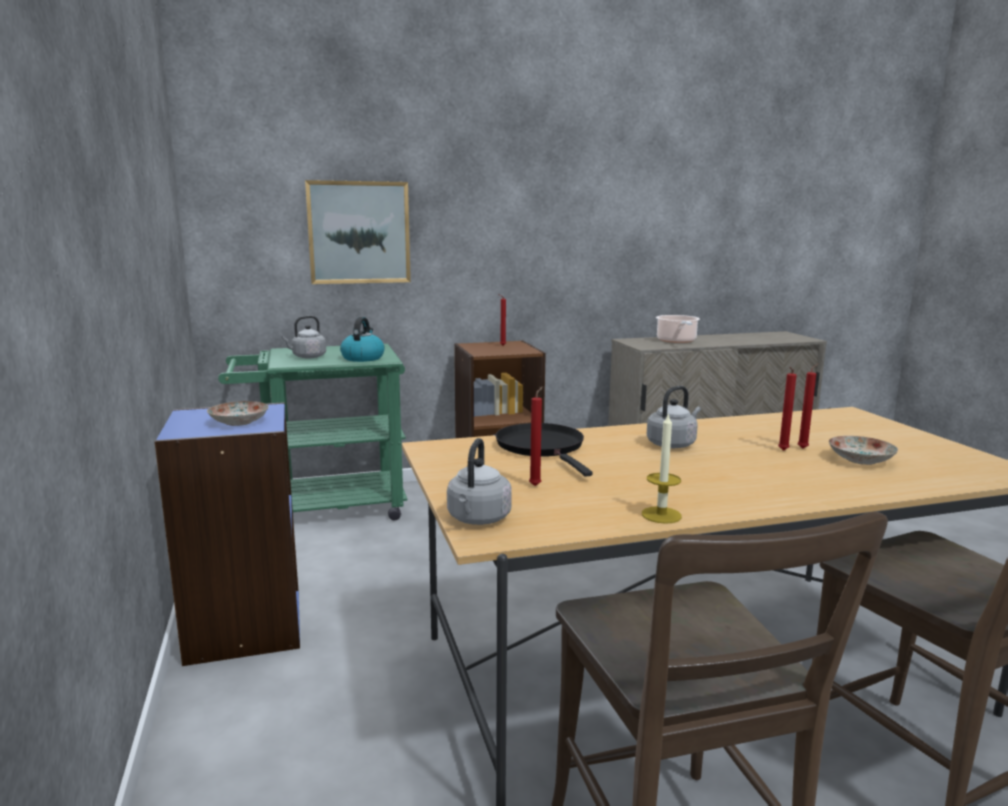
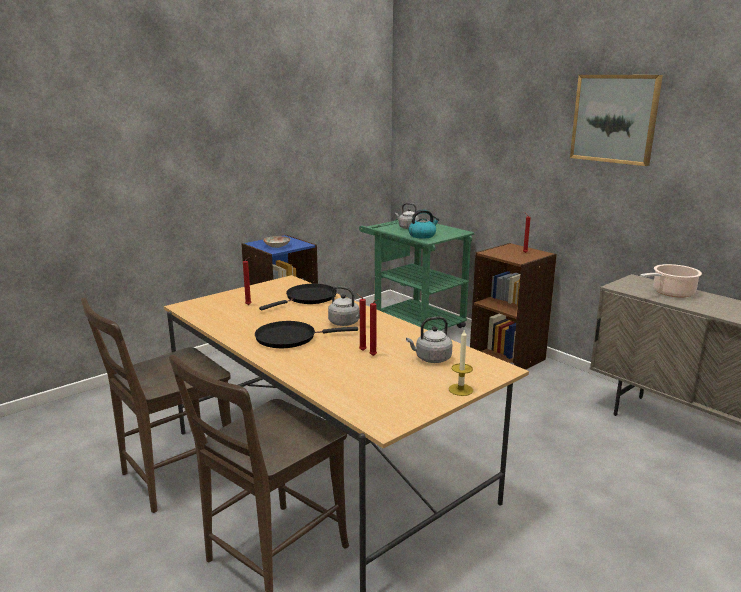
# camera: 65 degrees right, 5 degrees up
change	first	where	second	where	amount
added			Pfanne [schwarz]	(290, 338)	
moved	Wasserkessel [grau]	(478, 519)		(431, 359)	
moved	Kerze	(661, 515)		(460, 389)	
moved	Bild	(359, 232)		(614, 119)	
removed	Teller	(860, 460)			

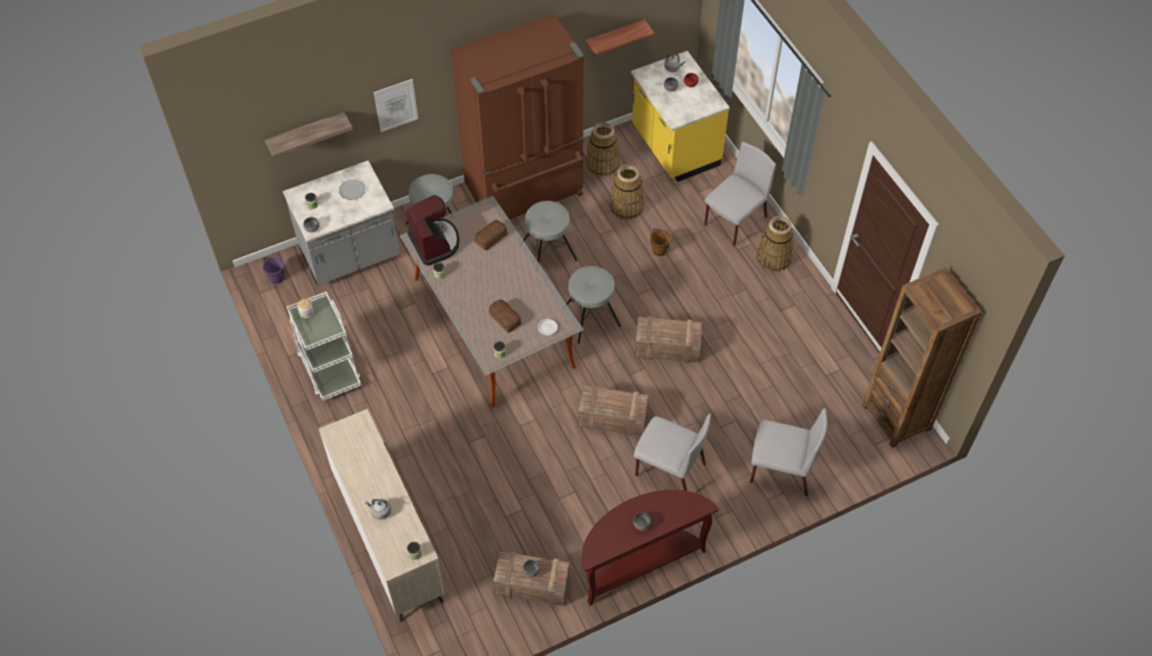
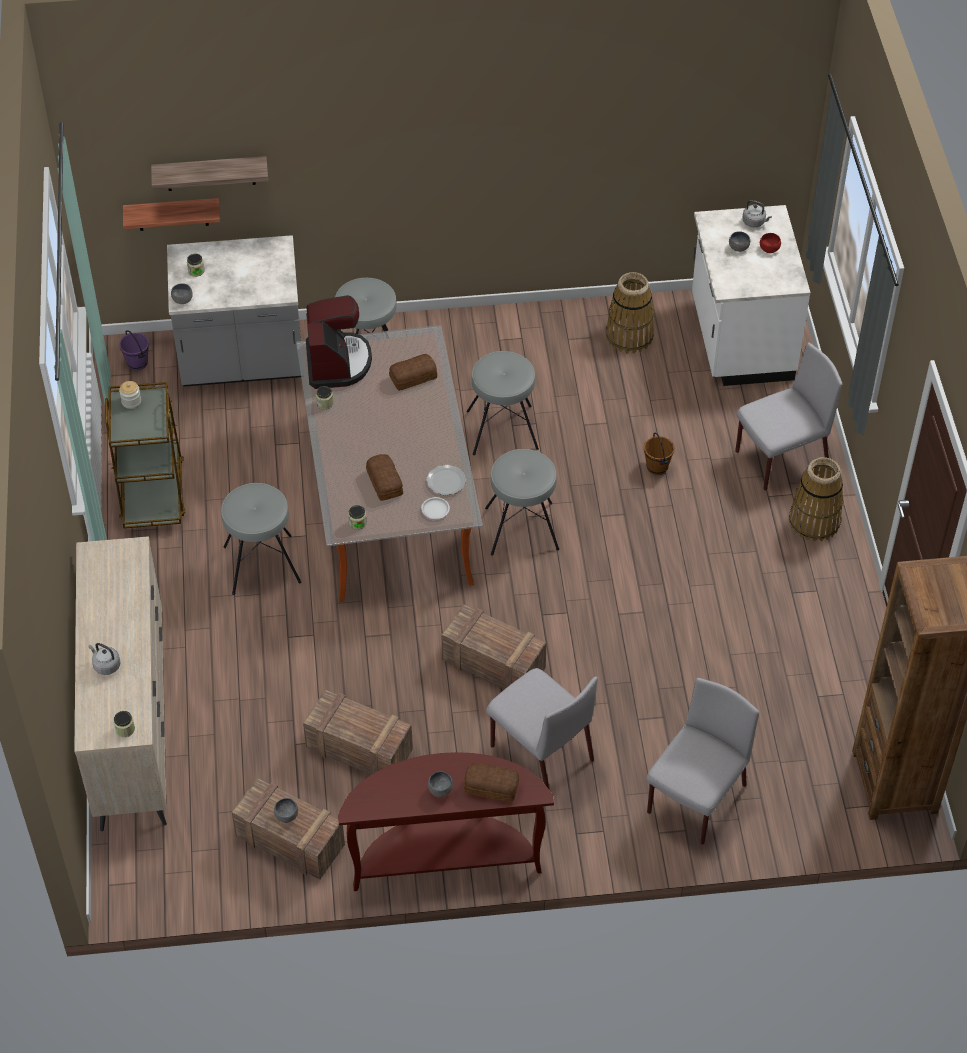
# camera: 20 degrees right, 5 degrees down
change	first	where	second	where	amount
recoloured	Rollwagen [weiß]	(329, 368)	Rollwagen [braun]	(153, 492)	
moved	Wandregal	(614, 38)		(172, 214)	
added			Hocker [grau]	(261, 564)	
moved	Kiste	(666, 348)		(357, 748)	
moved	Teller	(351, 190)		(445, 481)	
added			Brot	(491, 786)	
turned	Stuhl [grau]	(781, 470)		(695, 800)	90 degrees counterclockwise
recoloured	Küchenzeile [gelb]	(674, 147)	Küchenzeile [weiß]	(739, 340)	
removed	Bild	(396, 105)			
removed	Kühlschrank [braun]	(525, 191)			
removed	Korb	(626, 207)			

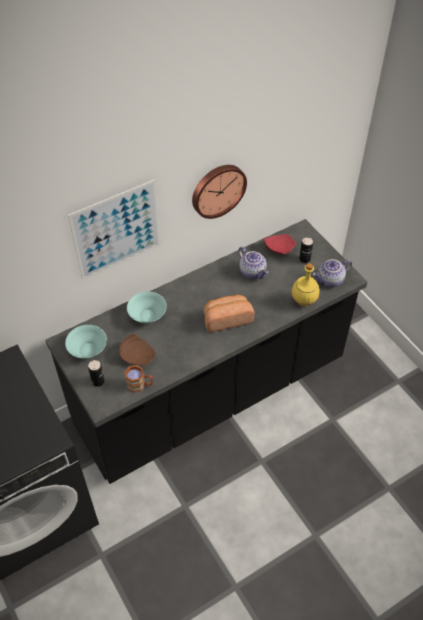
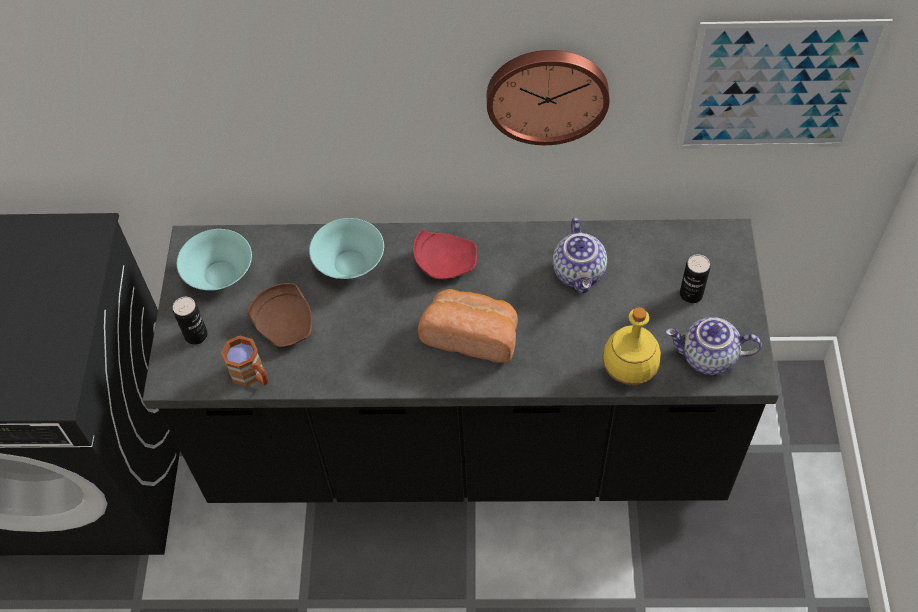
# camera: 35 degrees right, 5 degrees up
change	first	where	second	where	amount
moved	Teller [rot]	(278, 248)		(444, 261)	
moved	Bild	(117, 230)		(777, 87)	

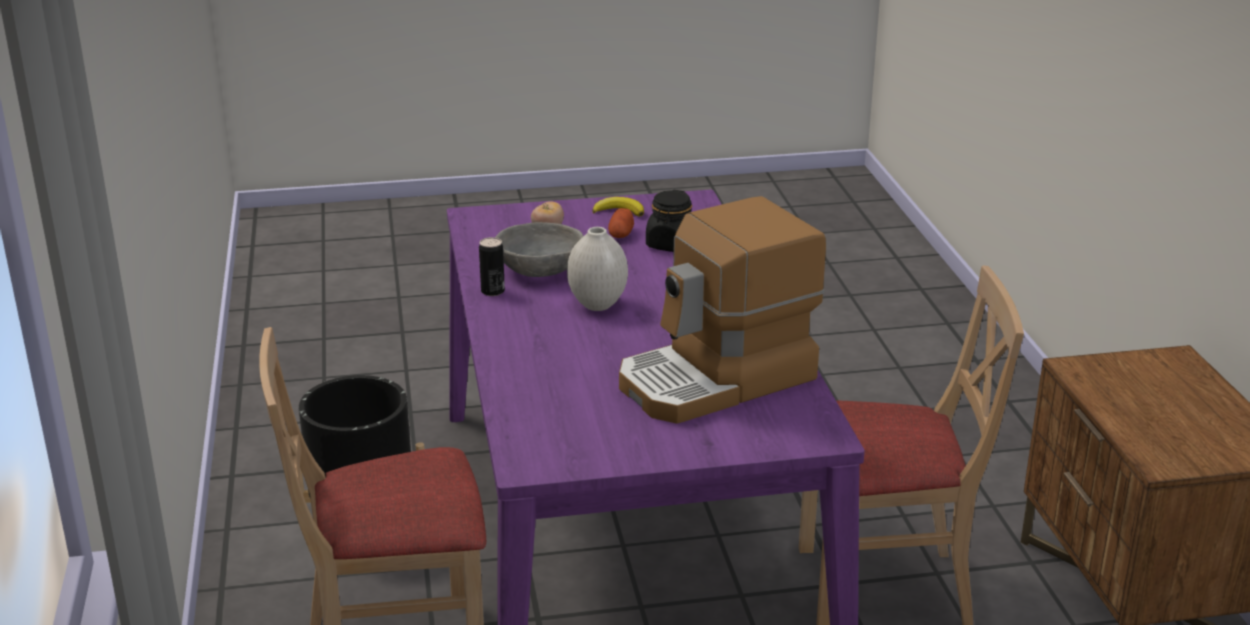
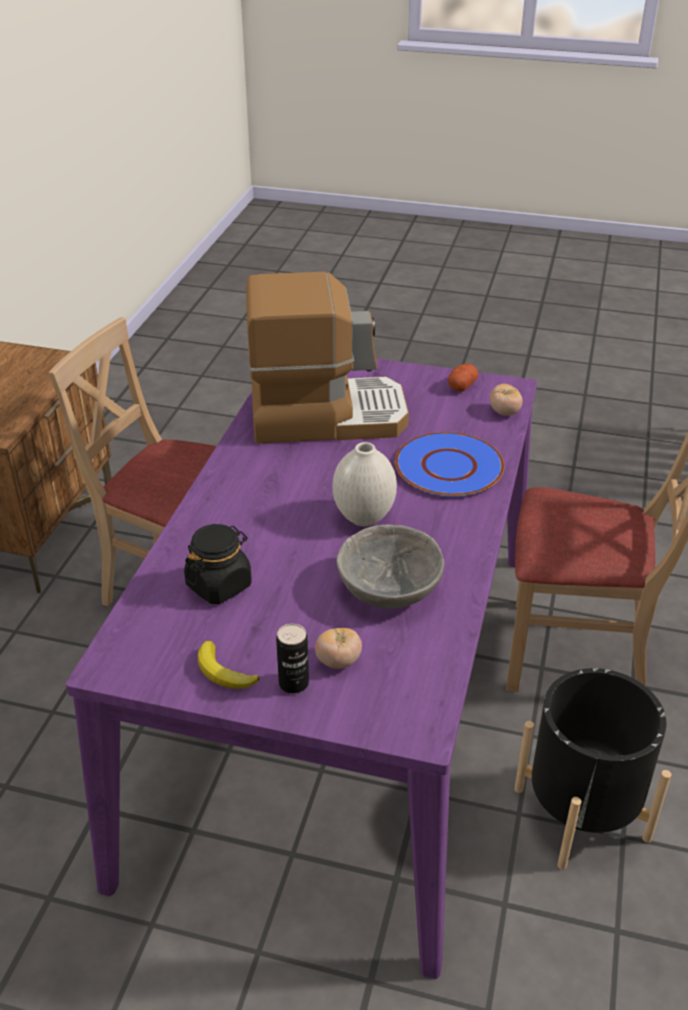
# camera: 155 degrees left, 10 degrees up
change	first	where	second	where	amount
moved	Dose	(492, 291)		(293, 683)	
added			Teller [blau]	(448, 466)	
moved	Kartoffel	(621, 234)		(462, 385)	
added			Tomate	(504, 412)	

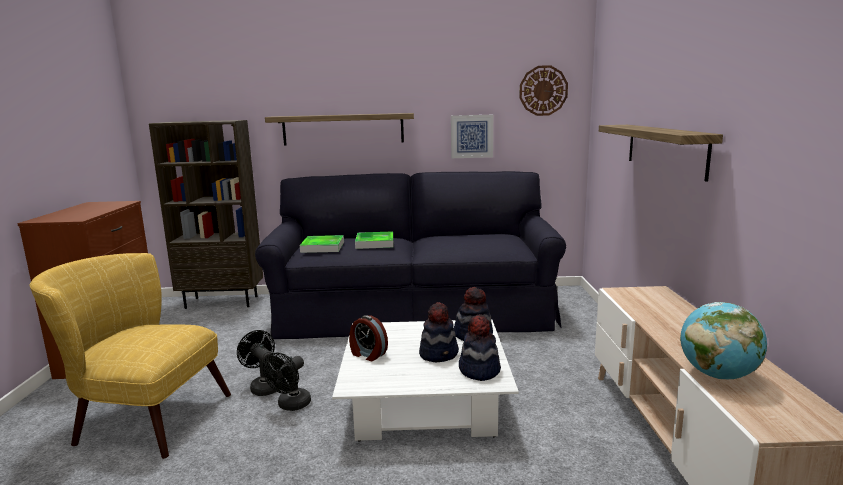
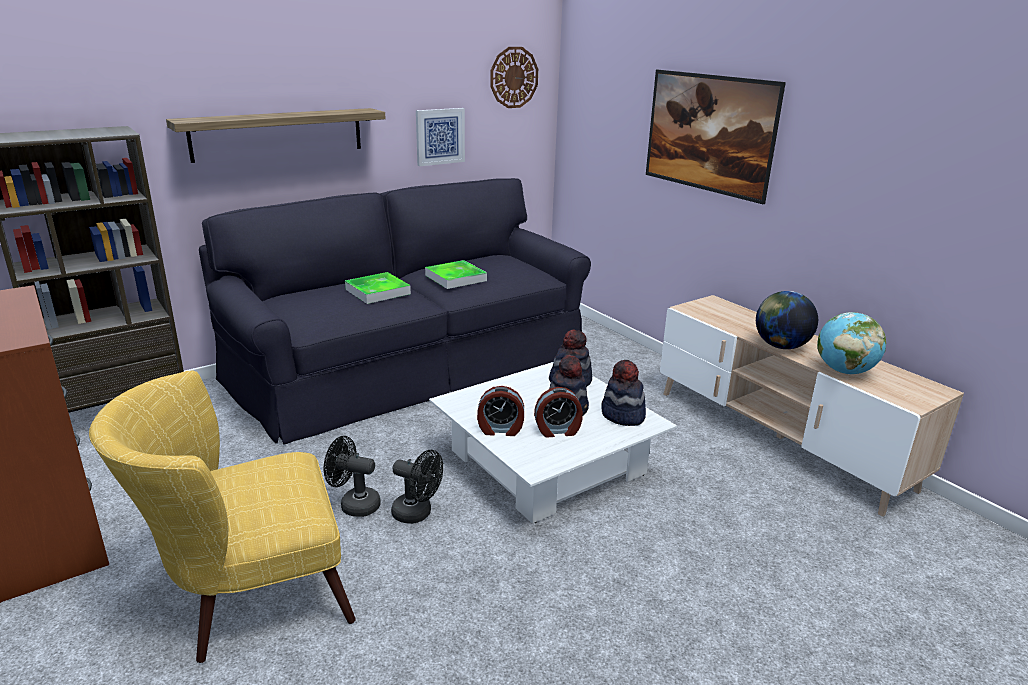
# camera: 35 degrees left, 10 degrees up
change	first	where	second	where	amount
turned	Ventilator [schwarz]	(291, 406)		(417, 514)	60 degrees counterclockwise
moved	Tablett	(322, 247)		(455, 278)	
added			Wecker	(557, 431)	
replaced	Wandregal	(665, 149)	Bild	(705, 161)	
added			Globus	(780, 346)	

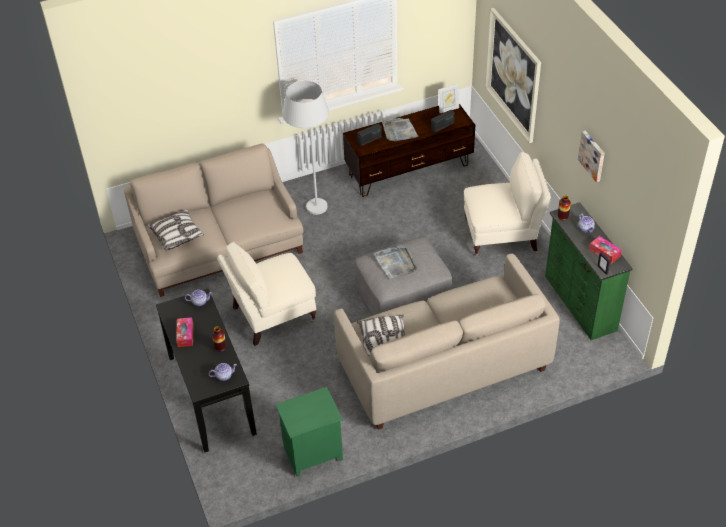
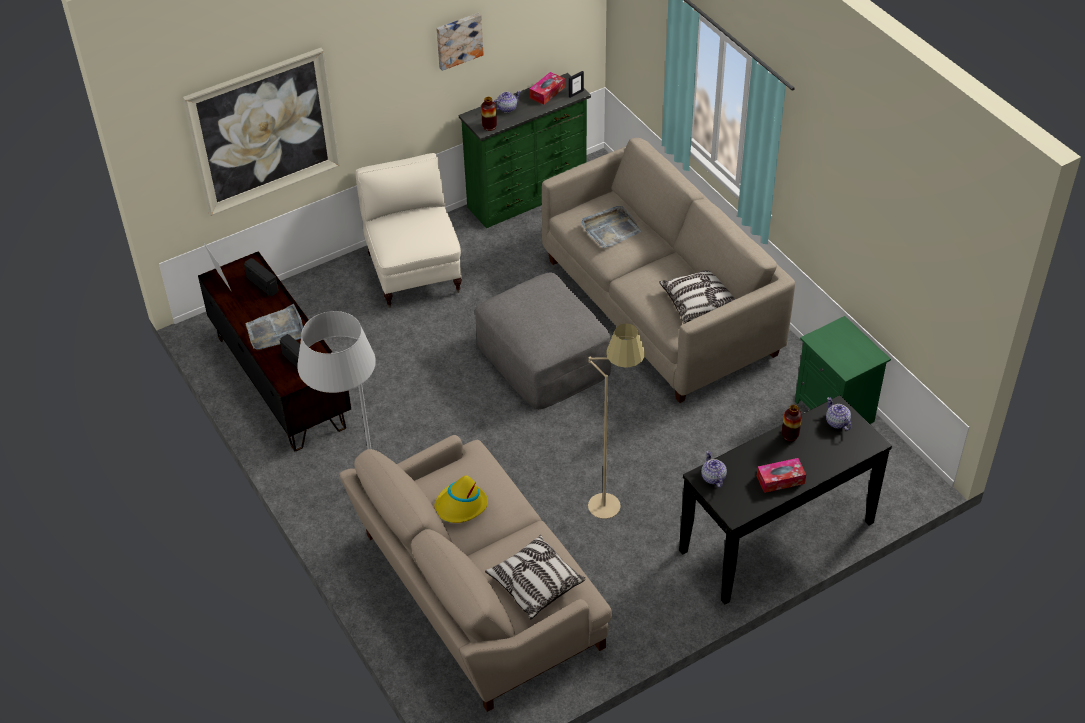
# camera: 100 degrees left, 0 degrees up
change	first	where	second	where	amount
added			Hut [gelb]	(461, 506)	
moved	Tablett [grau]	(396, 263)		(610, 229)	
replaced	Sessel [beige]	(271, 315)	Stehlampe [beige]	(612, 496)	

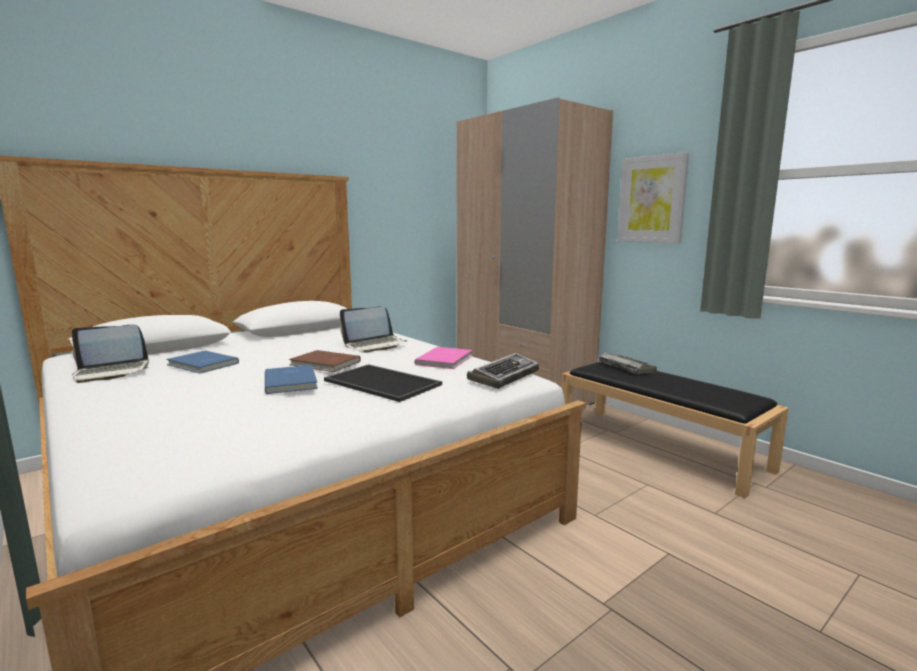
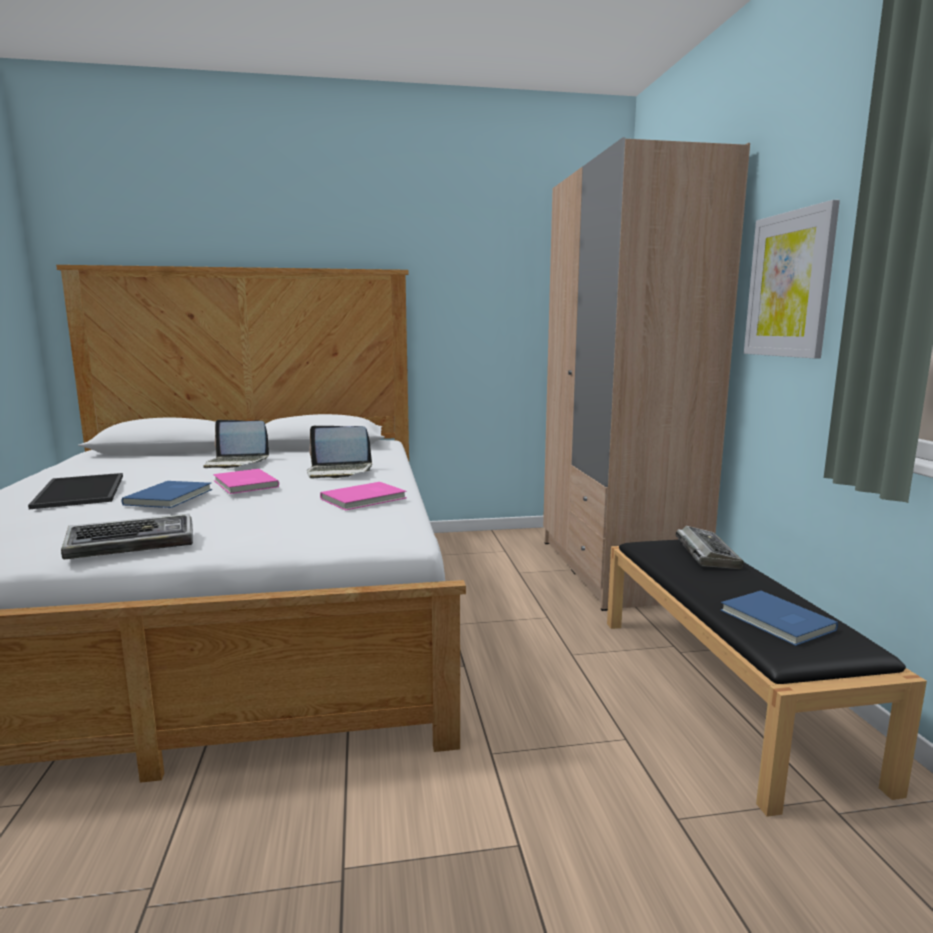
# camera: 30 degrees right, 0 degrees up
change	first	where	second	where	amount
moved	Tablett	(384, 382)		(82, 491)	
moved	Tastatur	(504, 376)		(134, 545)	
moved	Laptop	(112, 372)		(236, 463)	
recoloured	Buch [braun]	(325, 363)	Buch [rosa]	(244, 484)	
moved	Buch [blau]	(202, 364)		(776, 621)	

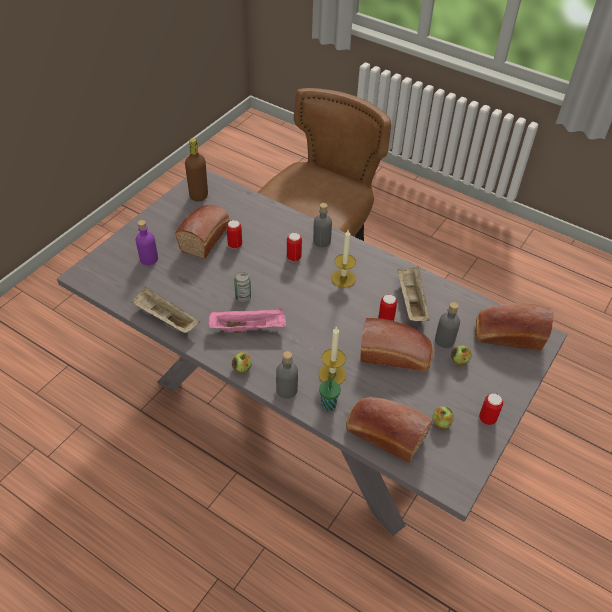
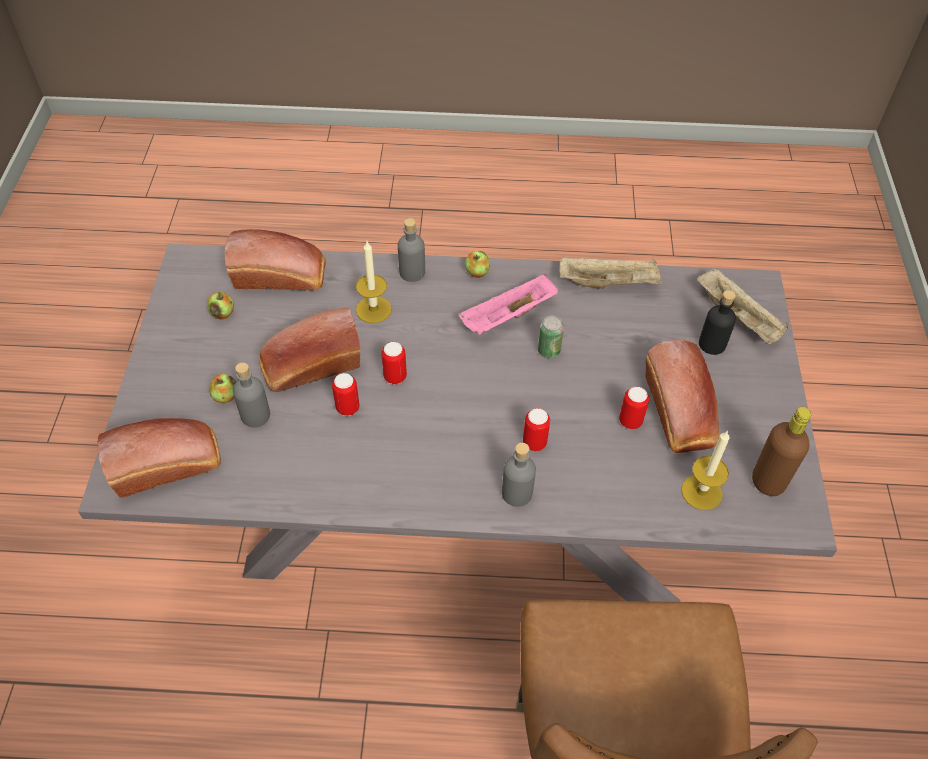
# camera: 150 degrees right, 5 degrees up
change	first	where	second	where	amount
moved	Dose	(487, 418)		(395, 377)	
moved	Kerze	(343, 278)		(701, 492)	
moved	Tablett [beige]	(411, 301)		(738, 318)	
recoloured	Flasche [lila]	(149, 259)	Flasche [schwarz]	(712, 344)	
removed	Tasse [grün]	(328, 404)			

